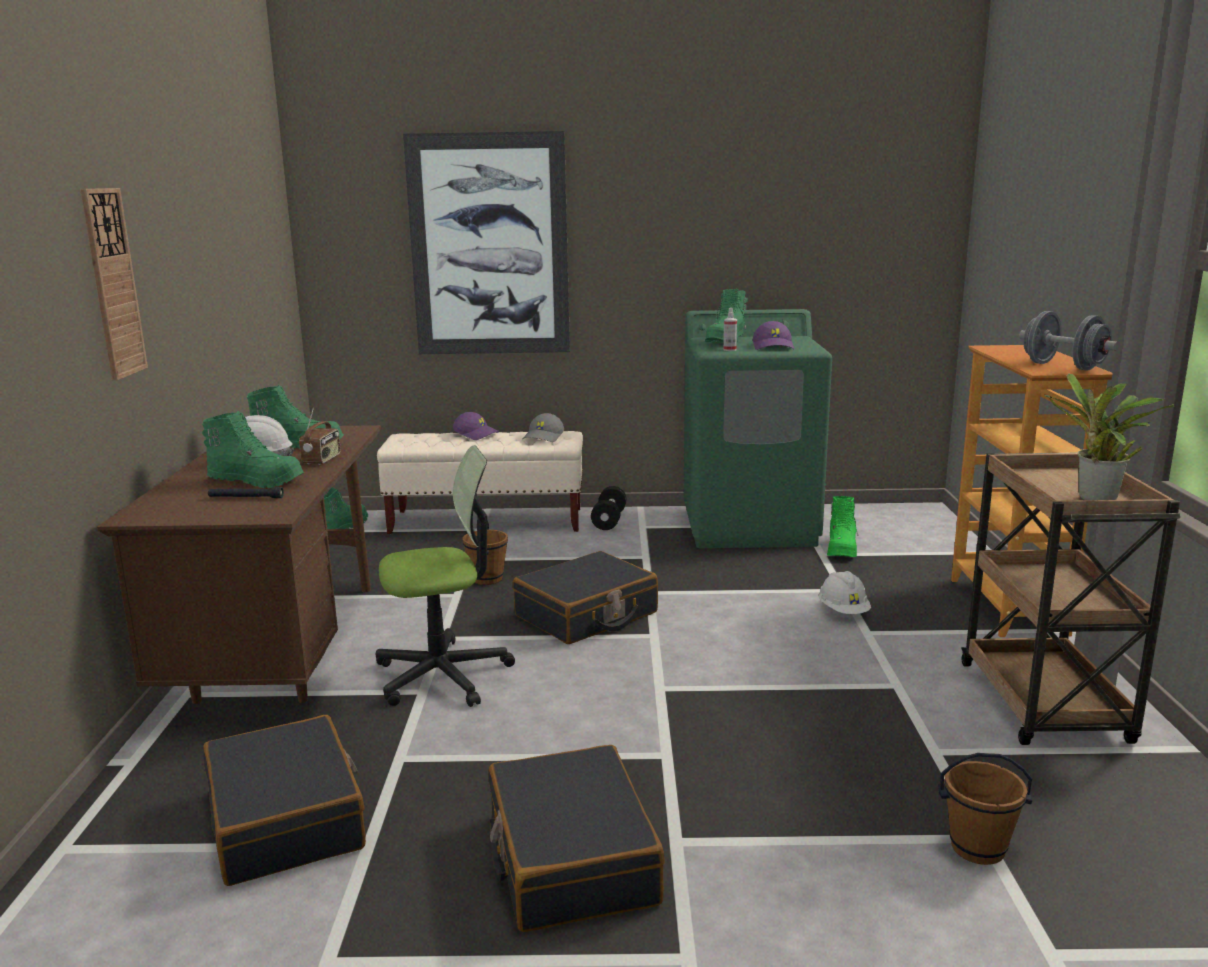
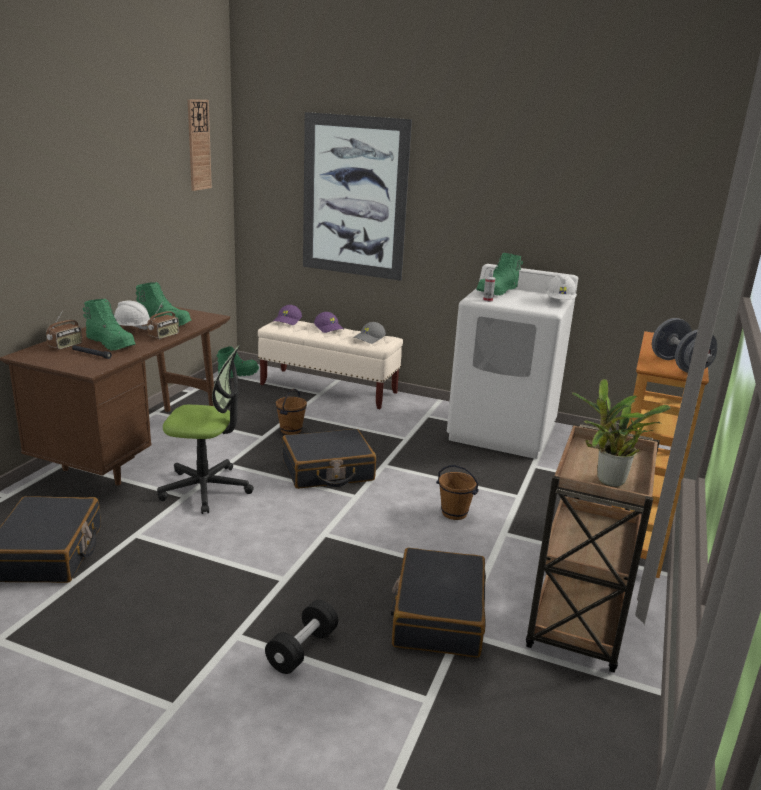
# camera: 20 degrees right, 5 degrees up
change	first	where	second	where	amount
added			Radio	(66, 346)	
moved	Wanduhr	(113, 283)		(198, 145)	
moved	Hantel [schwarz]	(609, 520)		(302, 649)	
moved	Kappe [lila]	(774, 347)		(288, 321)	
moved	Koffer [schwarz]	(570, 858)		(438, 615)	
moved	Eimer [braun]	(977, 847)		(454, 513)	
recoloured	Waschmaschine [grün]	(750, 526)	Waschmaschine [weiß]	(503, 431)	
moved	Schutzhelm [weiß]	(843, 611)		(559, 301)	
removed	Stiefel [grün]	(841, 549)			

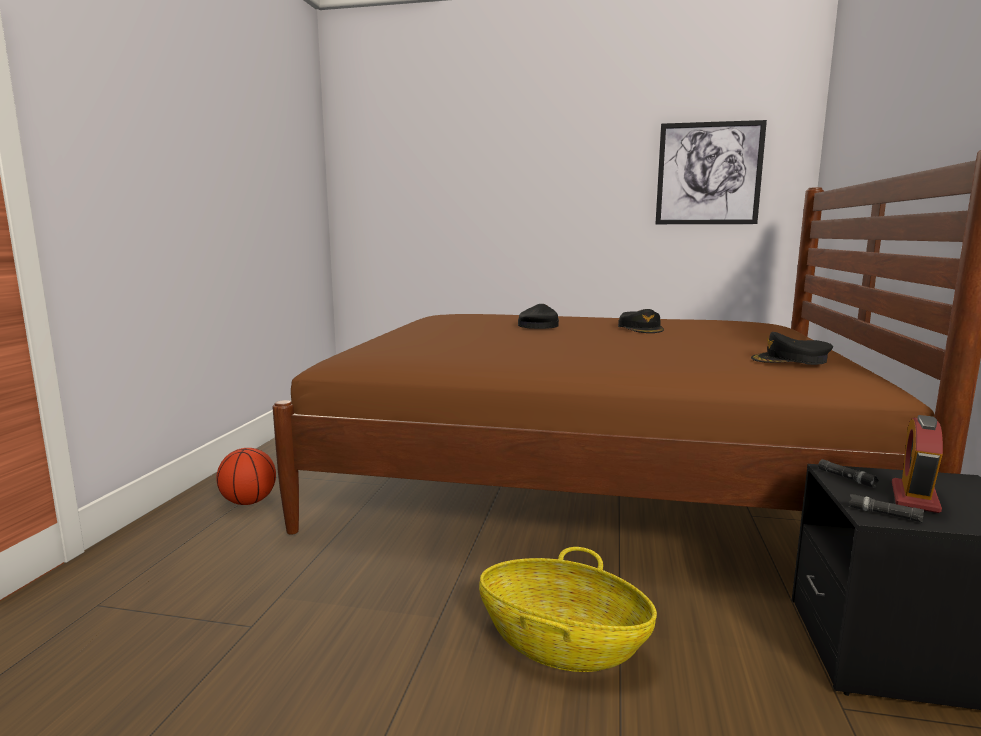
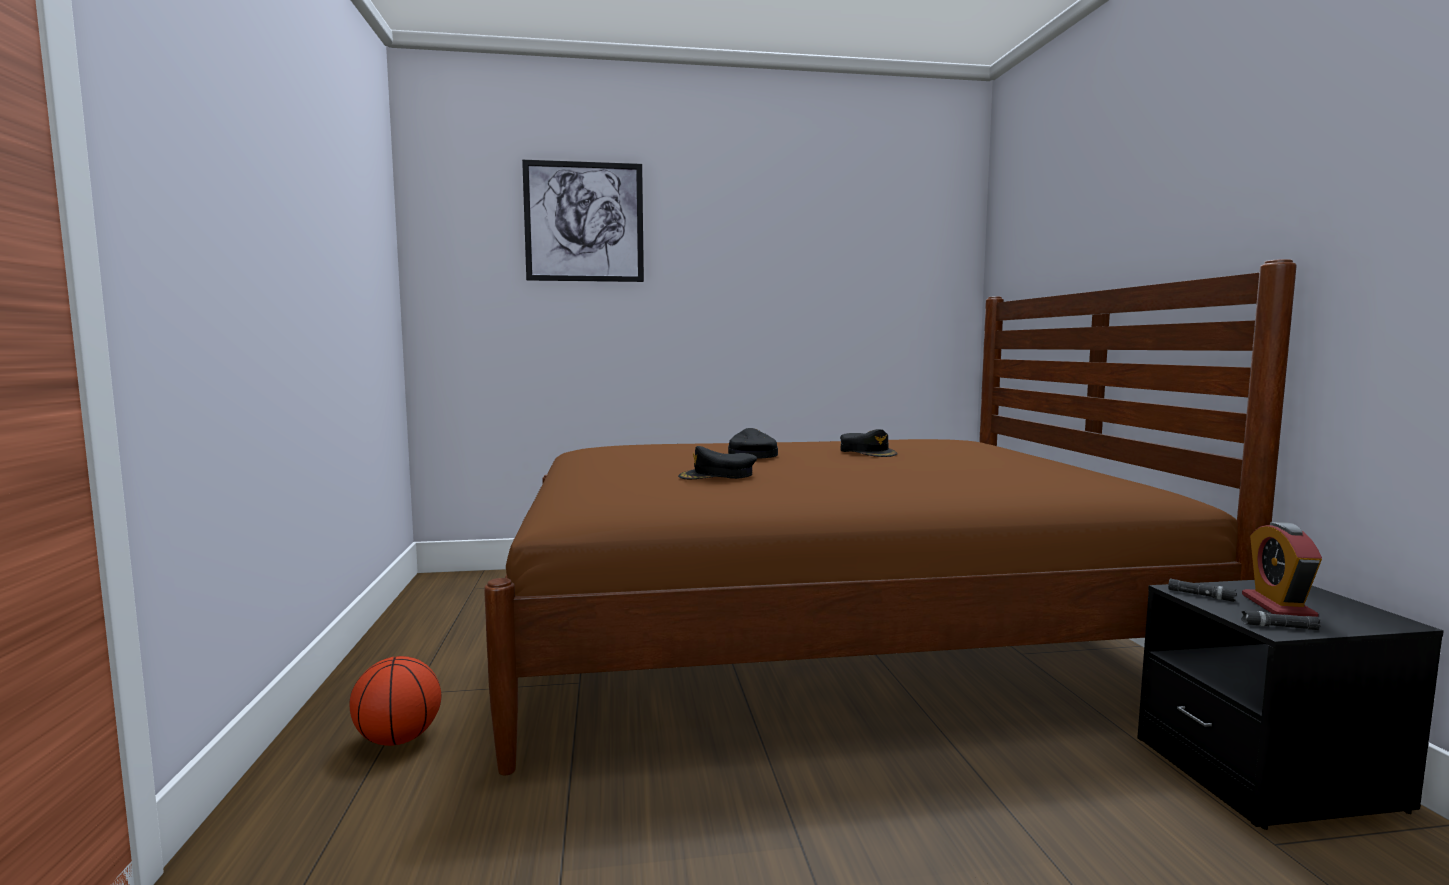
# camera: 20 degrees left, 5 degrees down
change	first	where	second	where	amount
moved	Bild	(709, 174)		(584, 222)	
moved	Kappe [schwarz]	(790, 360)		(717, 475)	
removed	Korb	(562, 643)			

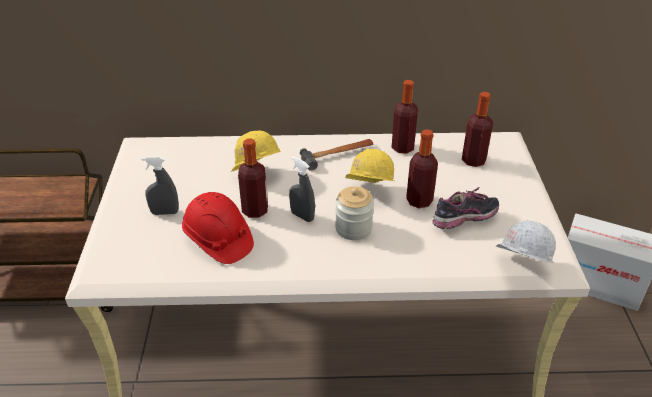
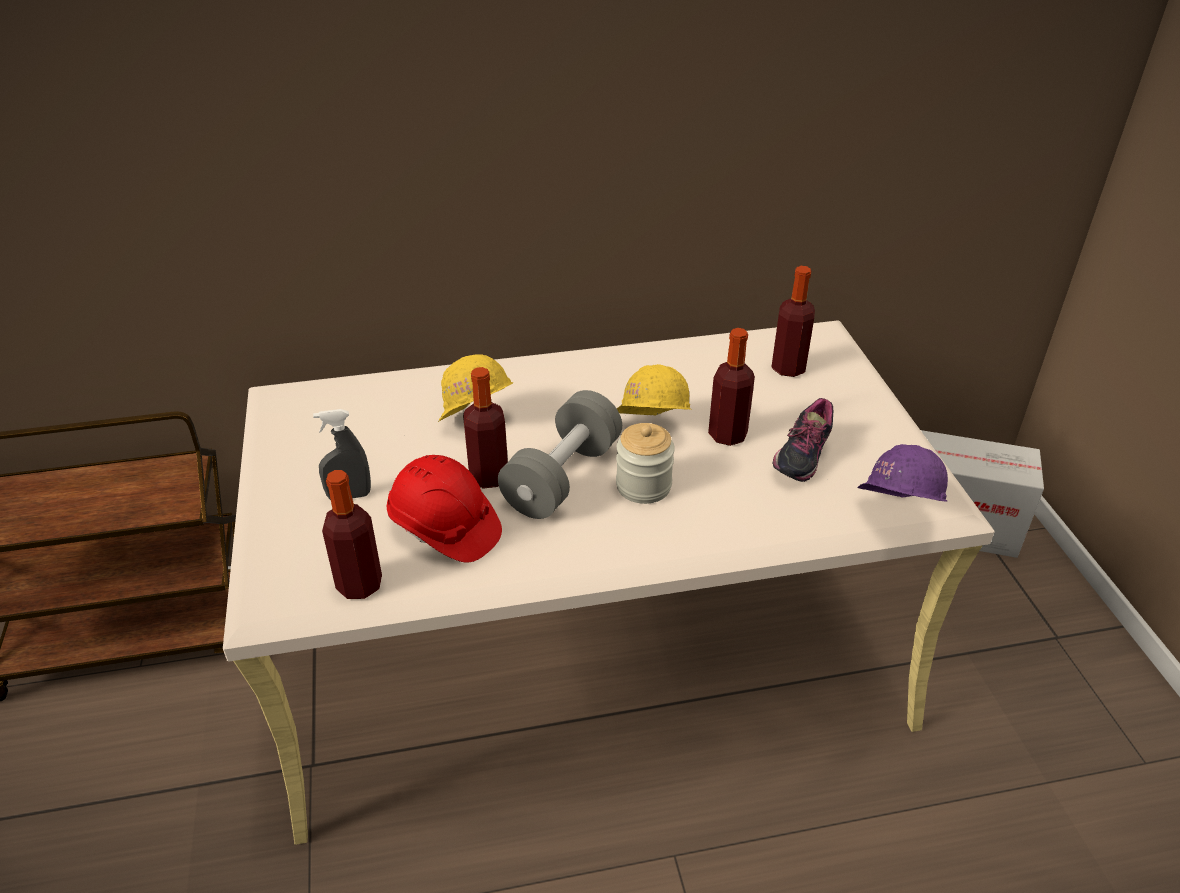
# camera: 10 degrees left, 0 degrees up
change	first	where	second	where	amount
moved	Flasche	(402, 147)		(359, 584)	
replaced	Sprühflasche [grau]	(302, 216)	Hantel [grau]	(562, 477)	
turned	Schuh	(464, 221)		(799, 457)	150 degrees clockwise
recoloured	Schutzhelm [weiß]	(519, 269)	Schutzhelm [lila]	(894, 516)	
removed	Hammer	(337, 155)			

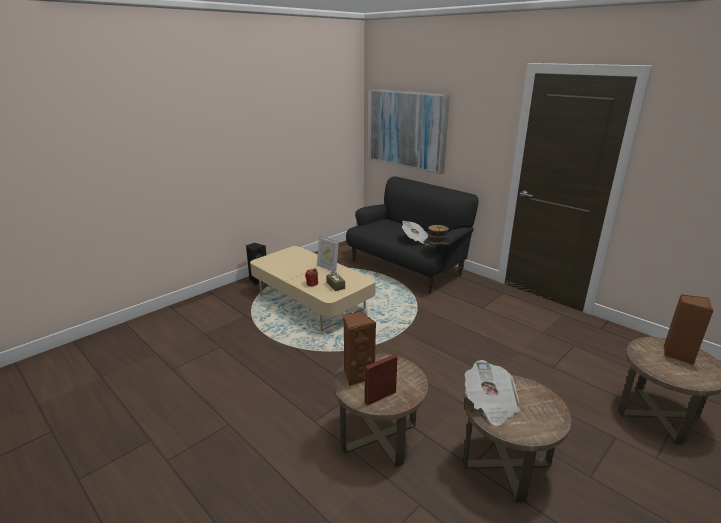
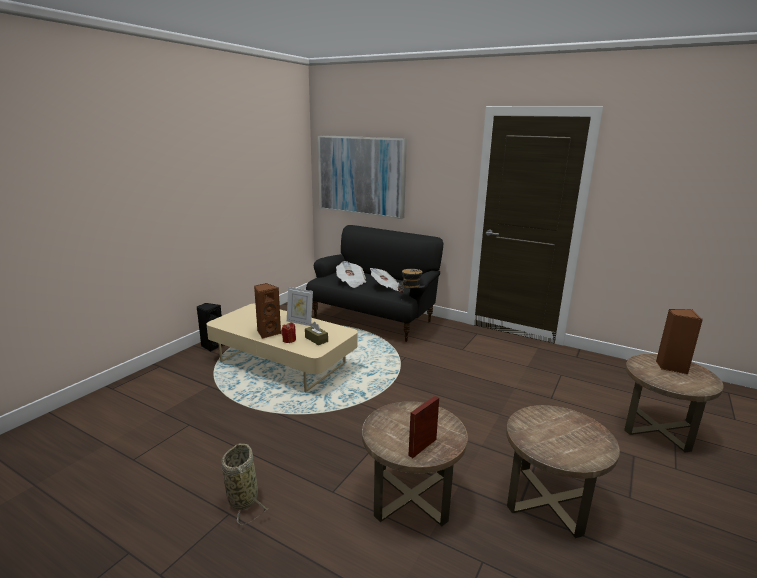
# camera: 15 degrees left, 5 degrees down
change	first	where	second	where	amount
added			Korb	(243, 497)	
moved	Lautsprecher [braun]	(357, 375)		(268, 333)	
moved	Zeitung	(490, 404)		(351, 282)	

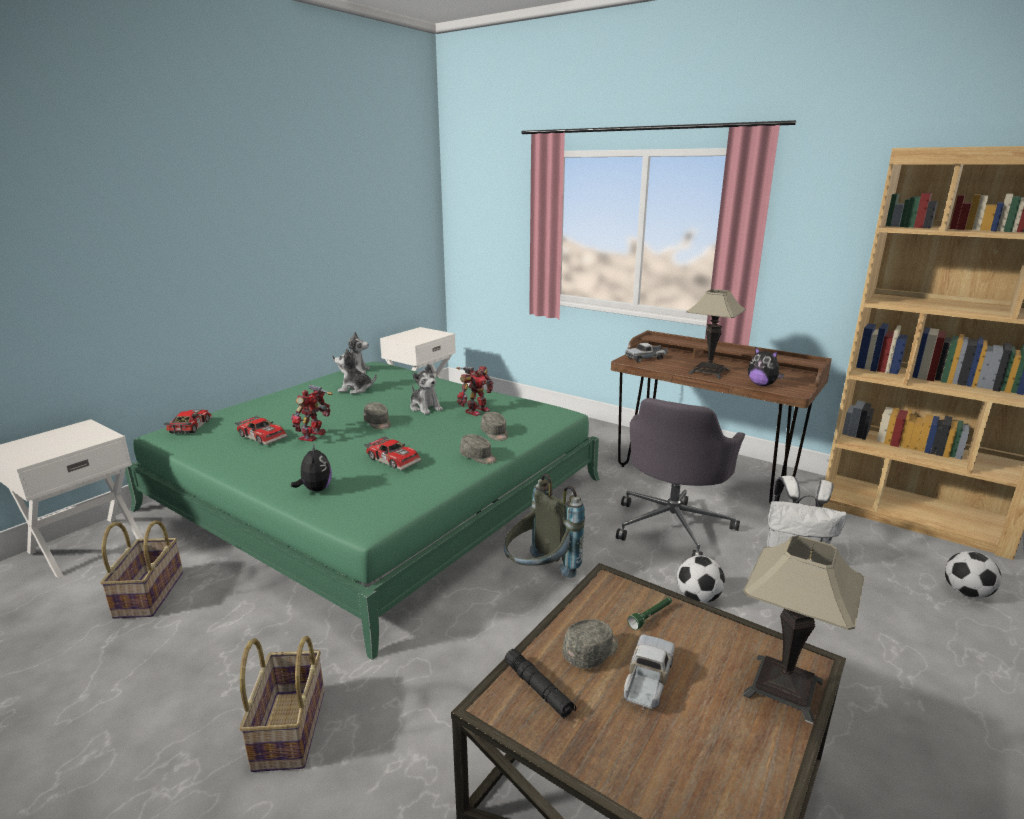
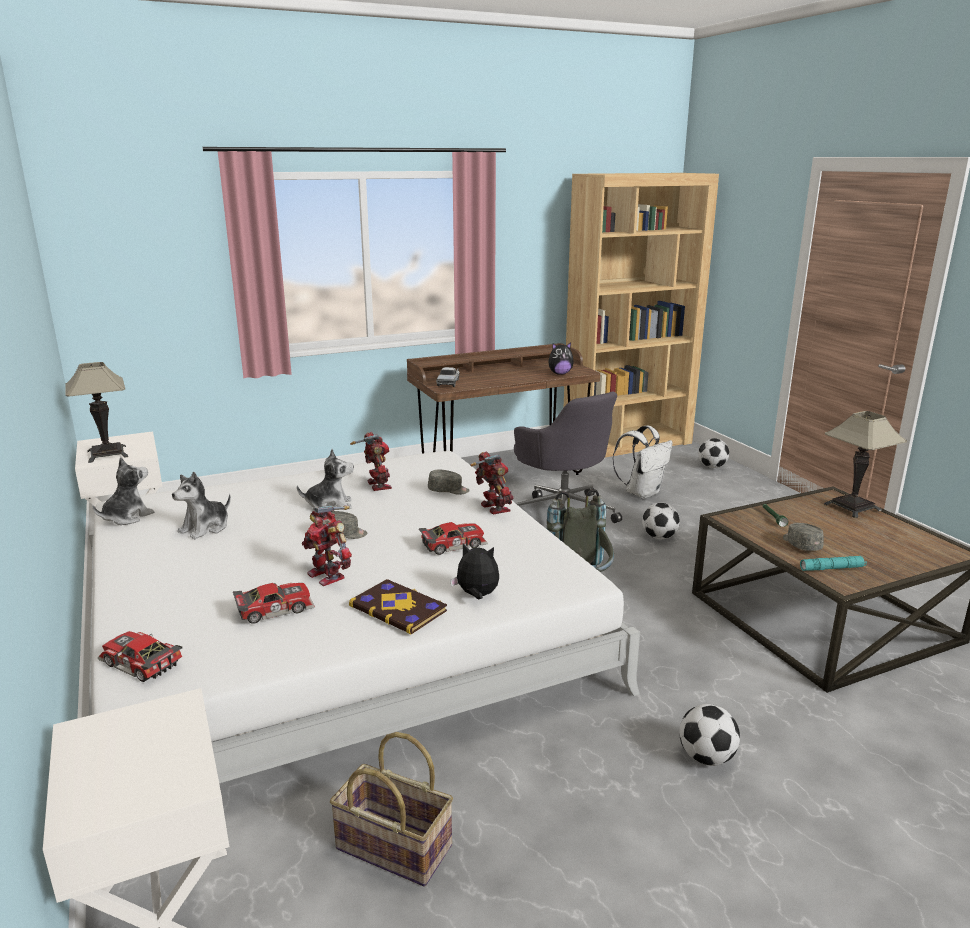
# camera: 60 degrees left, 0 degrees up
change	first	where	second	where	amount
moved	Tischlampe	(709, 372)		(107, 454)	
recoloured	Bett [grün]	(376, 494)	Bett [weiß]	(337, 631)	
added			Buch	(399, 608)	
replaced	Kappe [grau]	(478, 457)	Spielzeugroboter	(493, 508)	
replaced	Korb	(288, 729)	Fußball	(706, 757)	
recoloured	Taschenlampe [schwarz]	(538, 689)	Taschenlampe [türkis]	(832, 568)	
removed	Spielzeuglaster	(647, 680)			

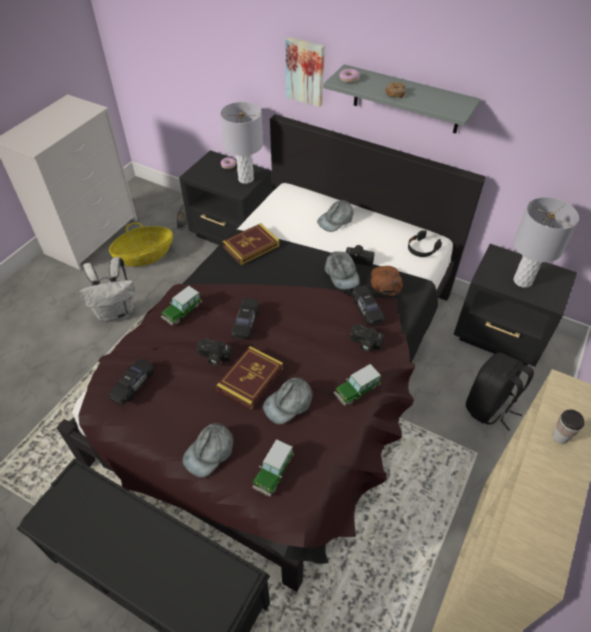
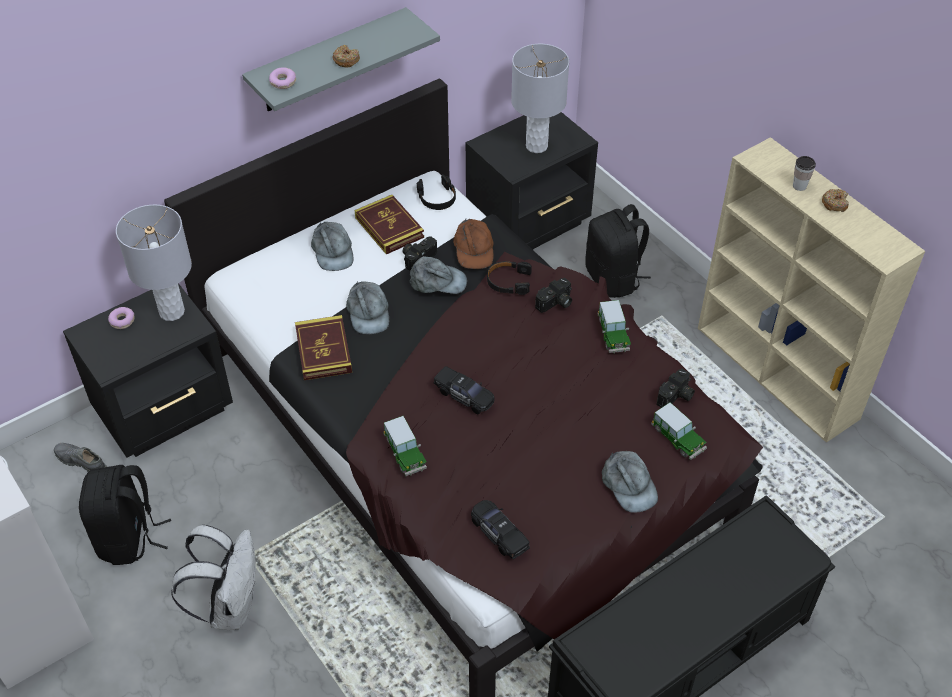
# camera: 65 degrees left, 0 degrees up
change	first	where	second	where	amount
replaced	Korb	(145, 256)	Rucksack [schwarz]	(129, 538)	
moved	Kappe [grau]	(289, 403)		(368, 312)	
moved	Buch	(250, 379)		(389, 227)	
turned	Kappe [braun]	(385, 281)		(473, 249)	120 degrees counterclockwise
replaced	Spielzeugauto [schwarz]	(367, 310)	Kopfhörer [schwarz]	(508, 282)	
moved	Kamera	(213, 357)		(676, 397)	
added			Donut	(834, 204)	
removed	Bild	(306, 71)			

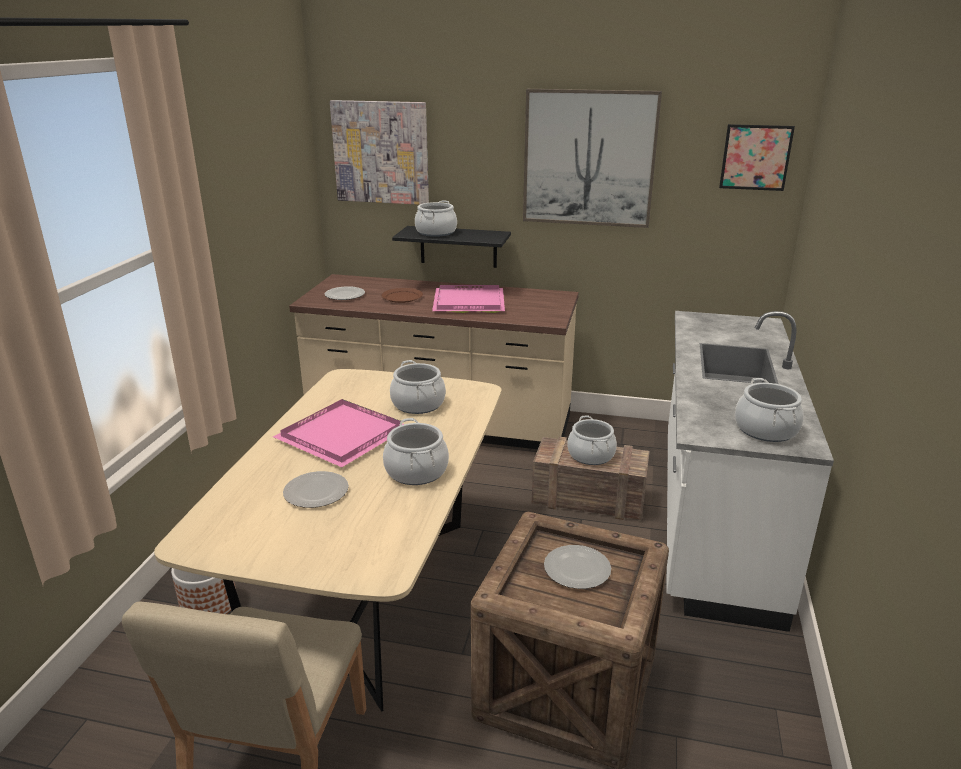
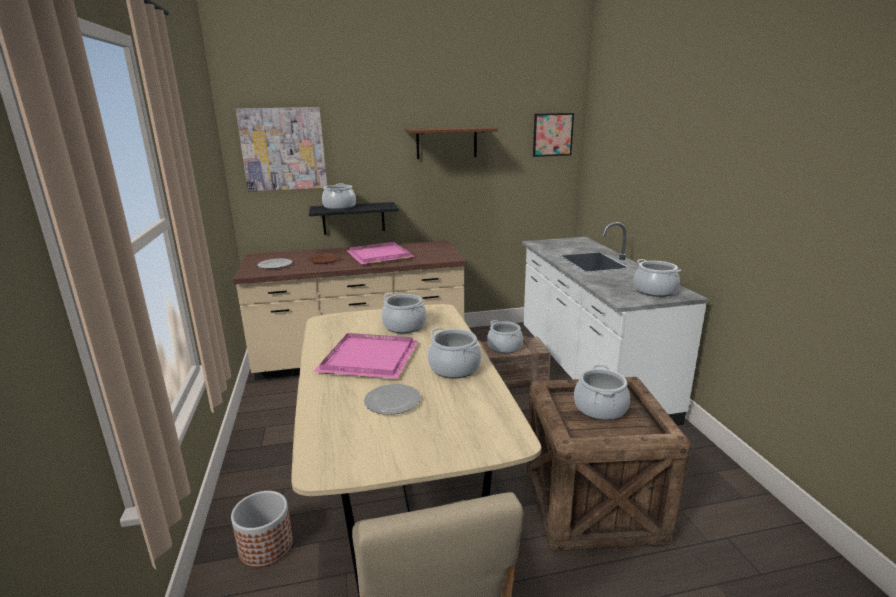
# camera: 25 degrees left, 5 degrees down
change	first	where	second	where	amount
replaced	Bild	(589, 158)	Wandregal [braun]	(446, 143)	
replaced	Teller	(577, 570)	Kochtopf	(600, 408)	

